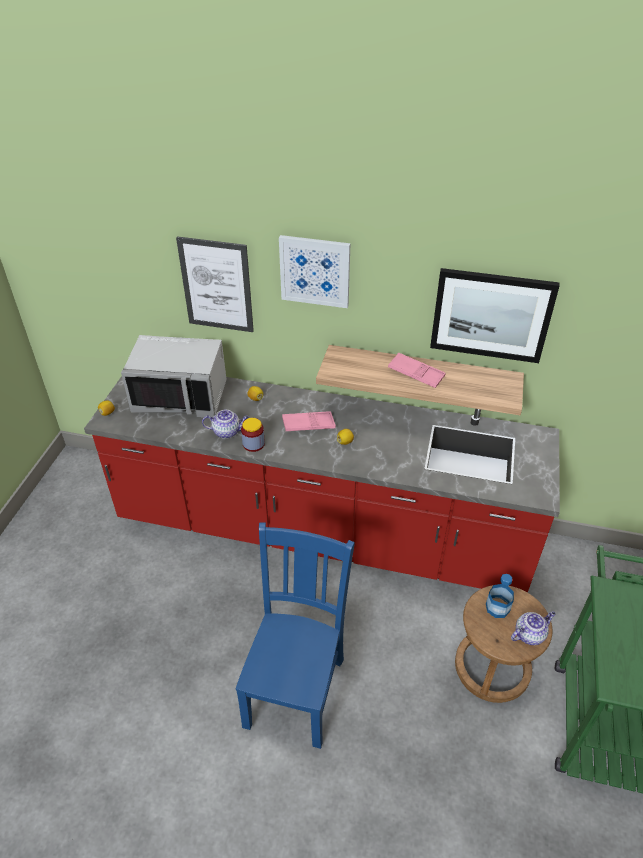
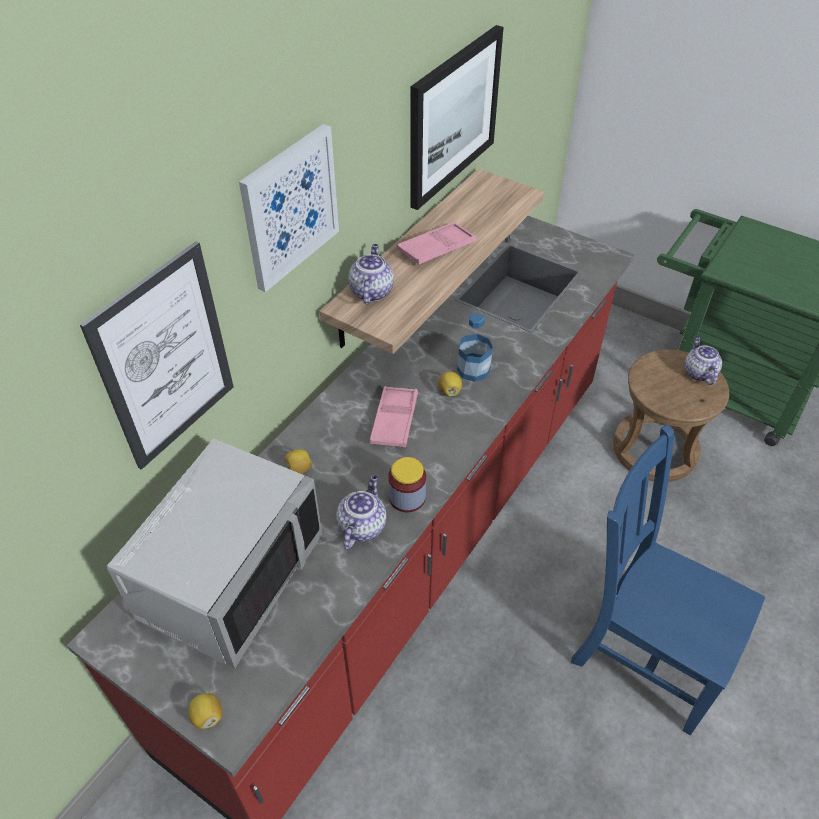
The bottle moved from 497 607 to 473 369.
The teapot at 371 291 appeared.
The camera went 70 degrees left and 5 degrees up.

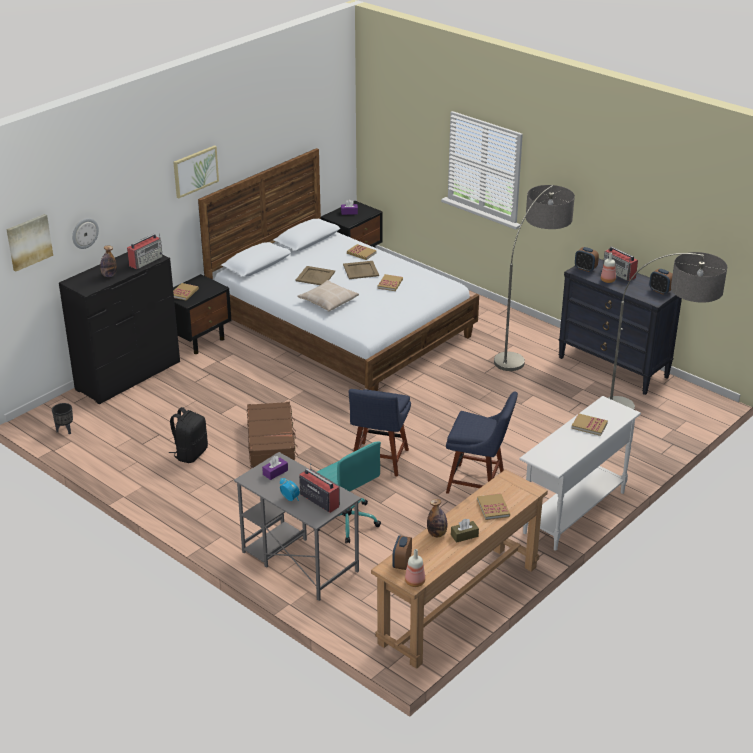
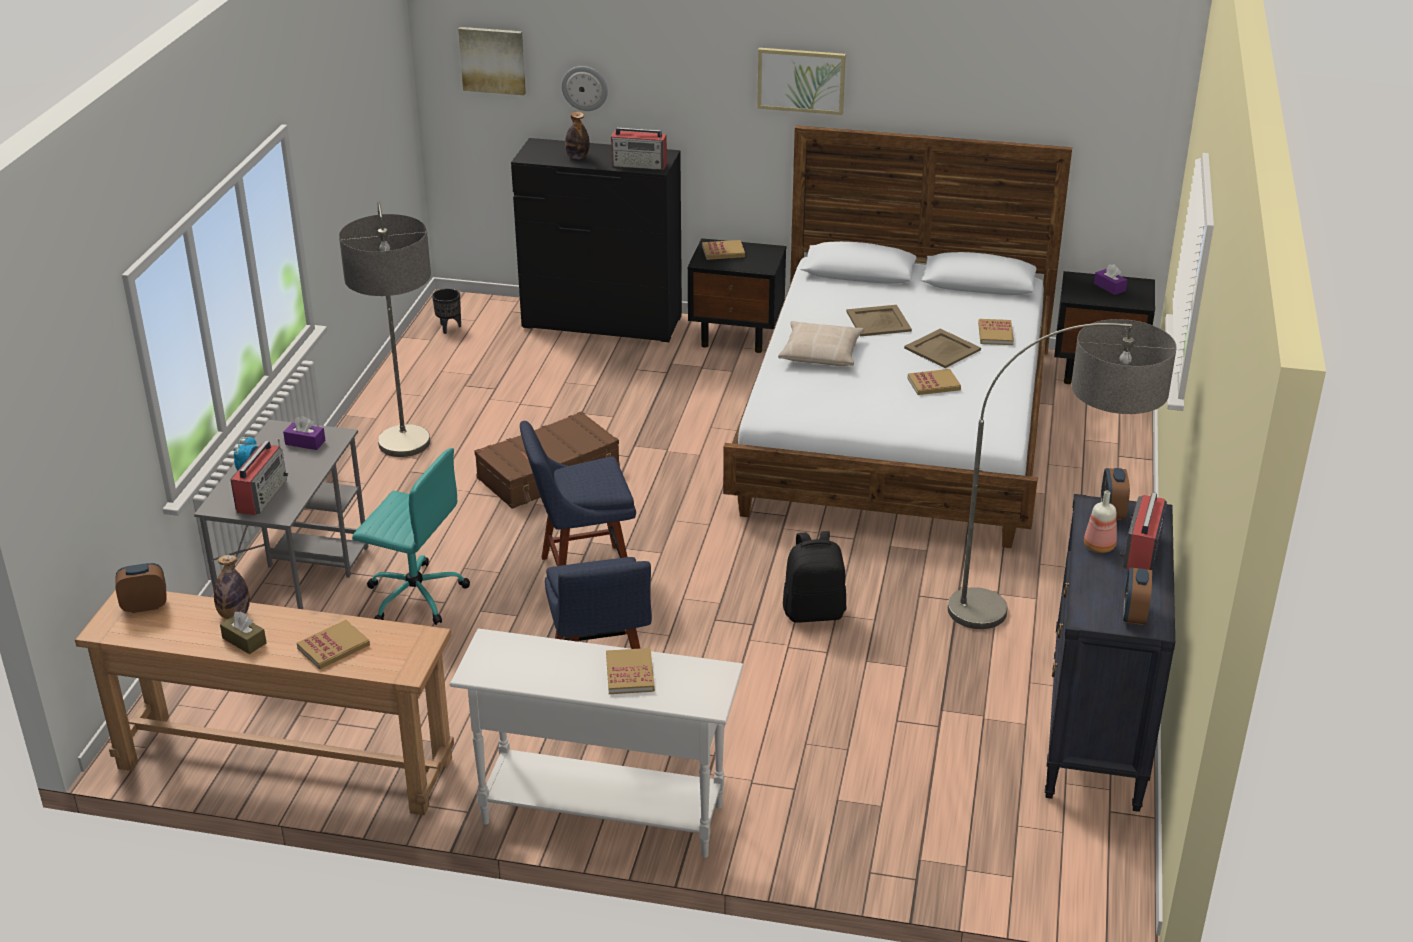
The floor lamp moved from 657 415 to 409 476.
The black backpack moved from 190 454 to 814 612.
The turquoise office chair at 346 521 turned 90 degrees counterclockwise.
The bottle at 415 582 disappeared.
The camera went 60 degrees right and 0 degrees up.

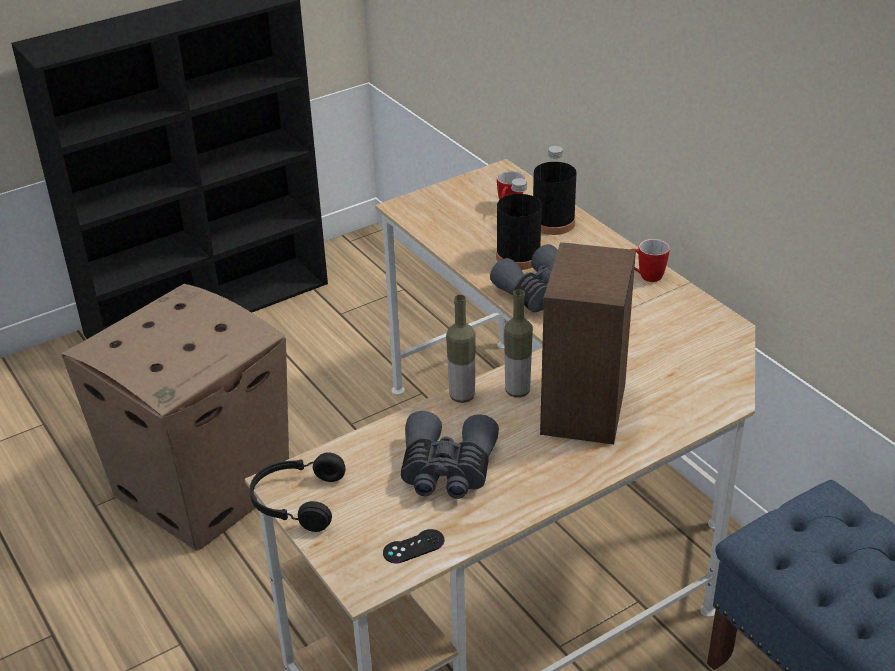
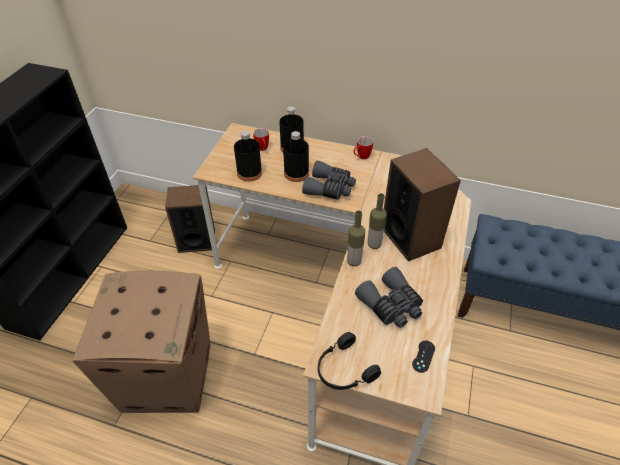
The black bottle at 249 173 appeared.
The speaker at 196 241 appeared.
The camera went 40 degrees left and 10 degrees up.

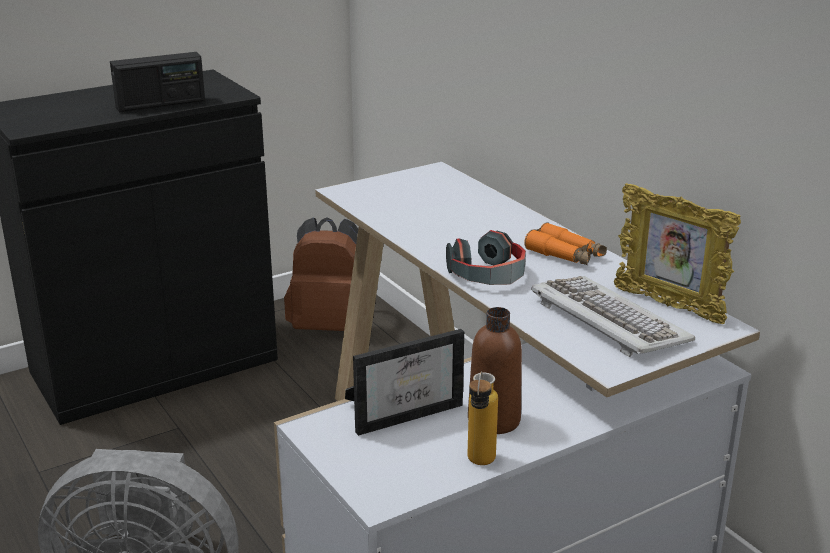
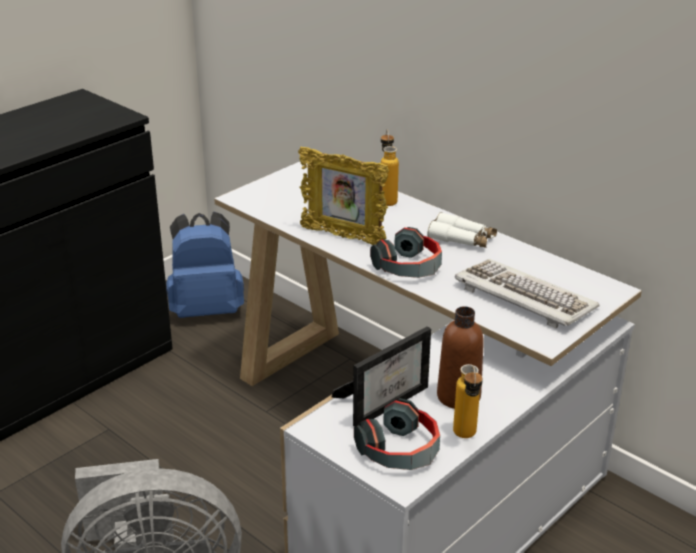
The radio at 161 104 disappeared.
The picture frame moved from 668 306 to 343 237.
The brown backpack at 330 326 became the blue backpack at 207 309.
The orange binoculars at 565 255 became the white binoculars at 462 239.
The bottle at 387 199 appeared.
The headphones at 400 451 appeared.
The camera went 15 degrees left and 5 degrees up.

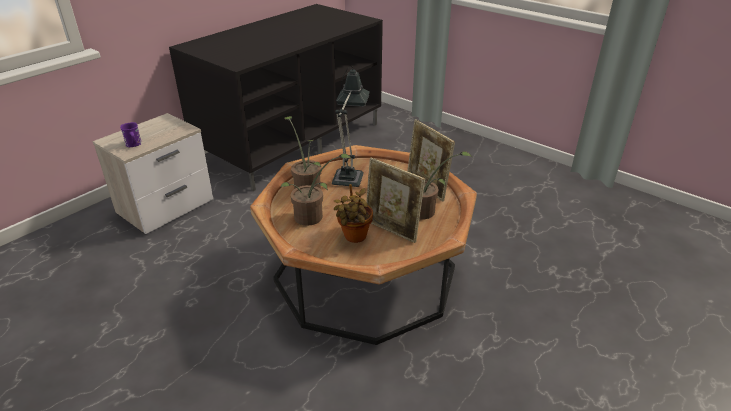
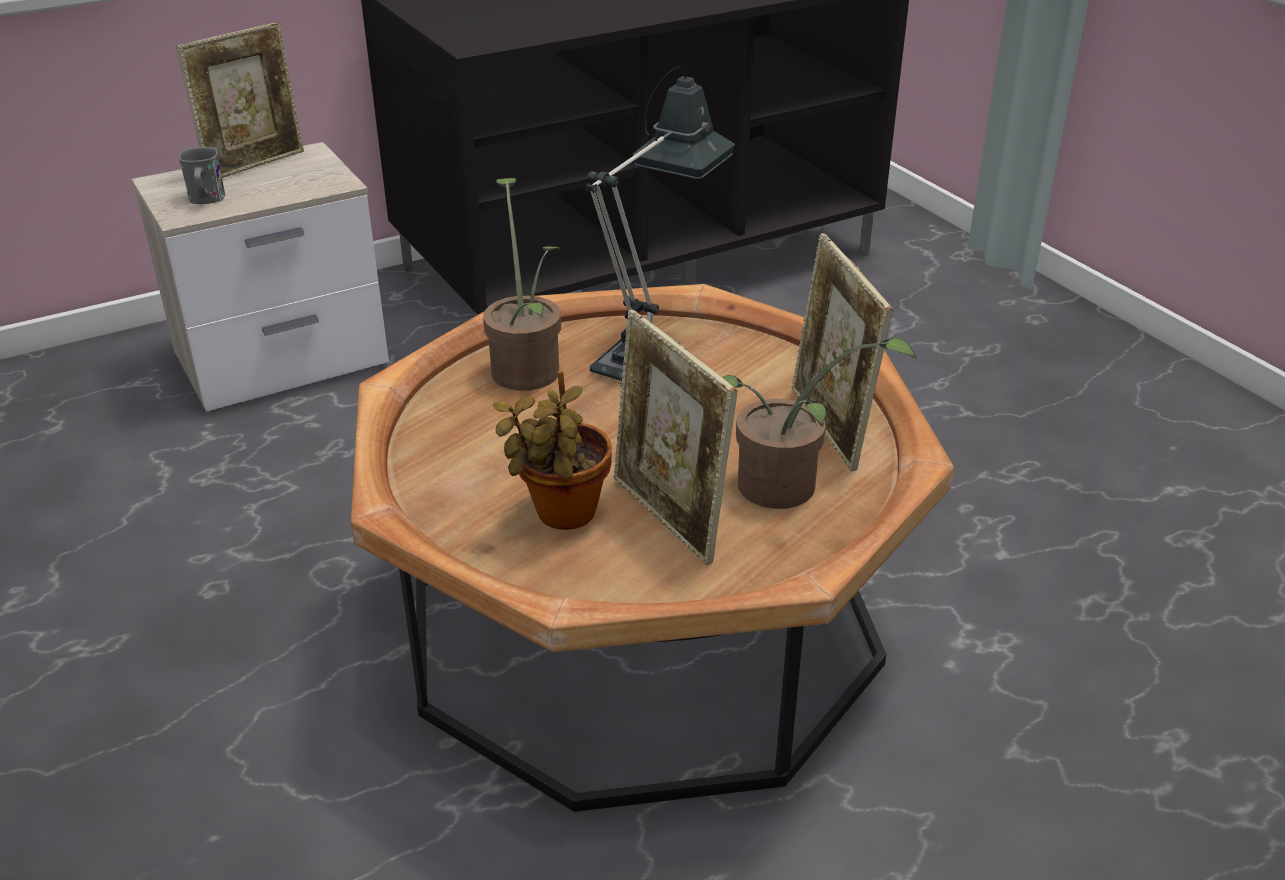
The purple mug at 134 145 became the grey mug at 206 200.
The potted plant at 313 217 disappeared.
The picture frame at 255 165 appeared.
The camera went 20 degrees right and 0 degrees up.

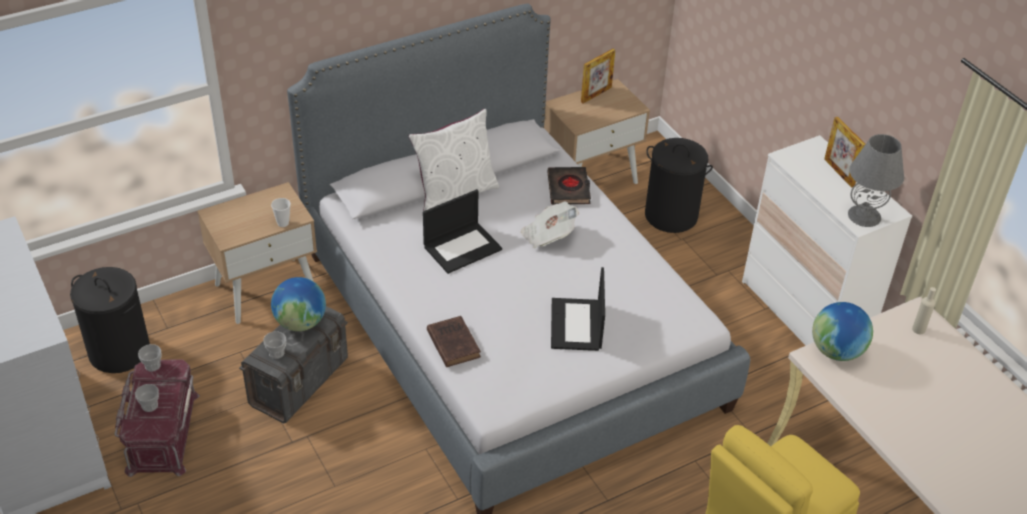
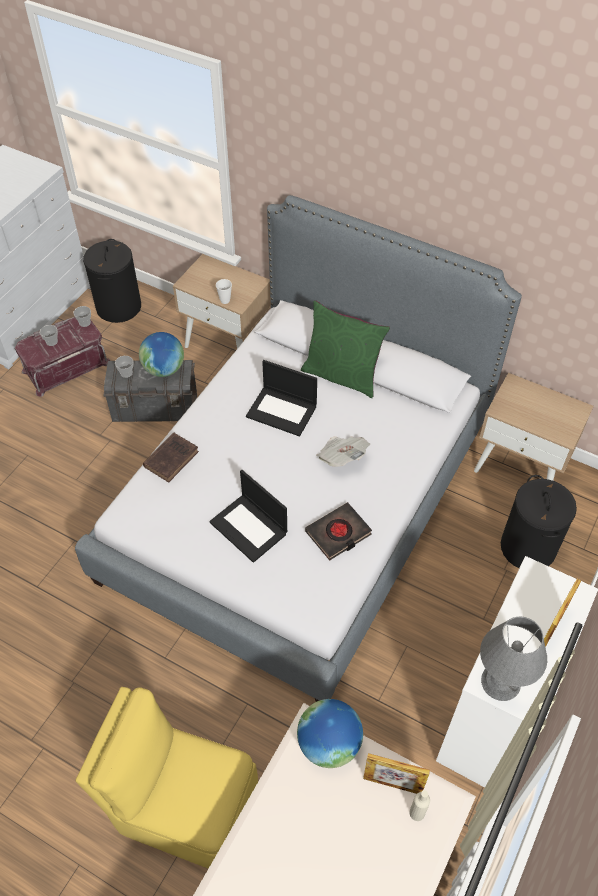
The picture frame moved from 596 94 to 392 784.
The white pillow at 455 193 became the green pillow at 342 375.
The black book moved from 569 189 to 338 533.
The laptop at 577 325 turned 105 degrees counterclockwise.
The camera went 60 degrees right and 10 degrees up.

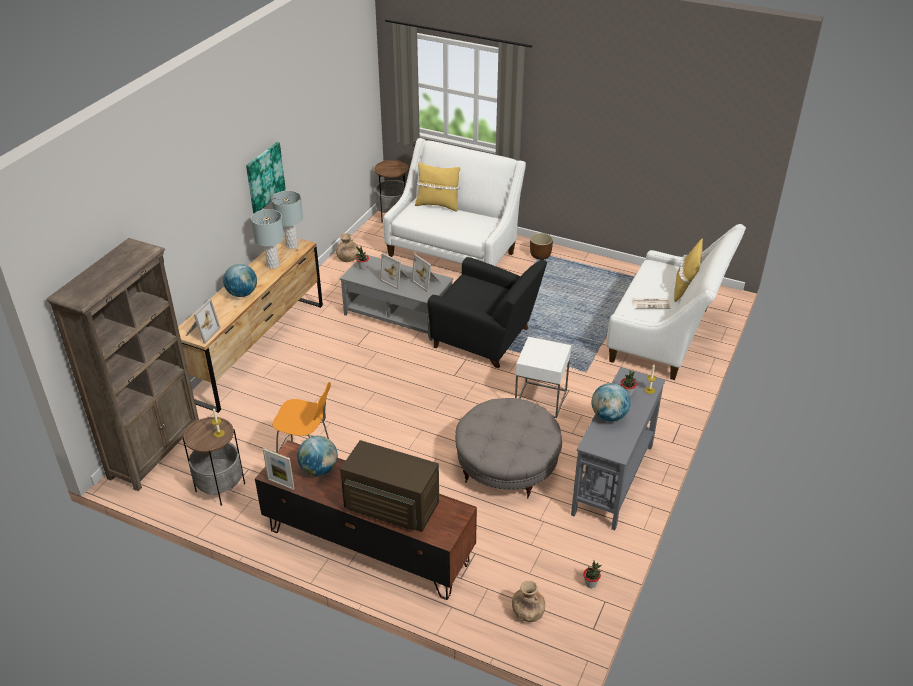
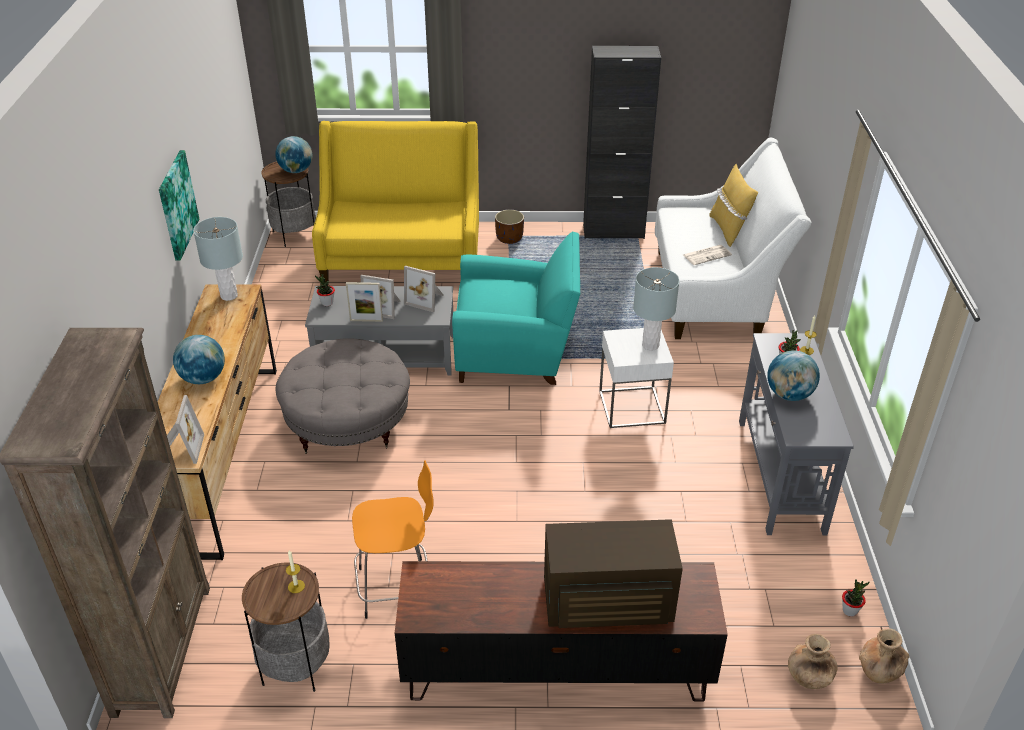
The white sofa at 454 251 became the yellow sofa at 402 259.
The yellow pillow at 438 205 disappeared.
The grey table lamp moved from 272 265 to 650 345.
The brown vase moved from 348 259 to 878 671.
The black armchair at 486 339 became the turquoise armchair at 517 354.
The grey ottoman moved from 506 467 to 347 422.
The globe moved from 319 469 to 296 171.
The picture frame moved from 281 484 to 366 320.
The black cabinet at 613 231 appeared.
The camera went 25 degrees left and 0 degrees up.

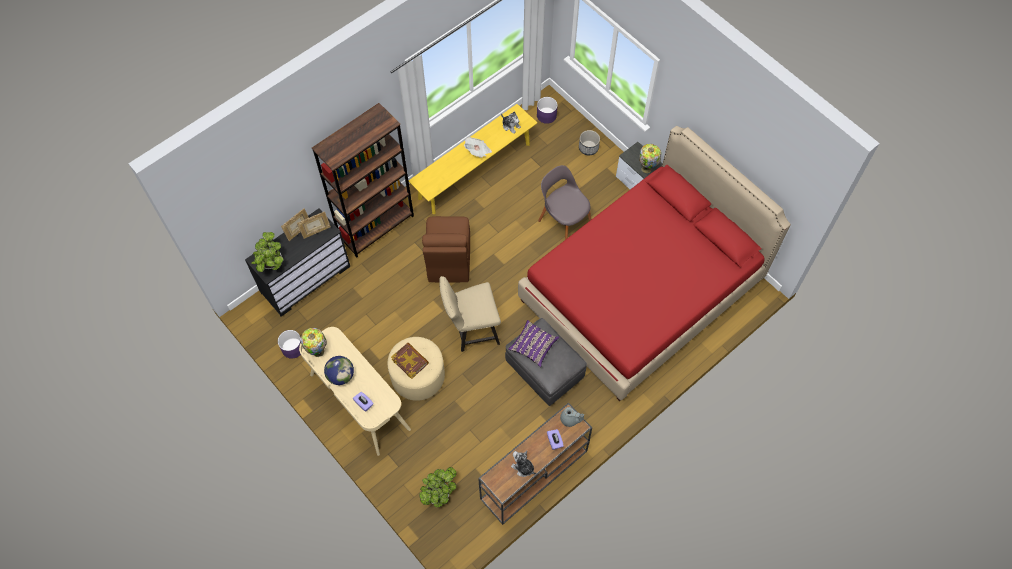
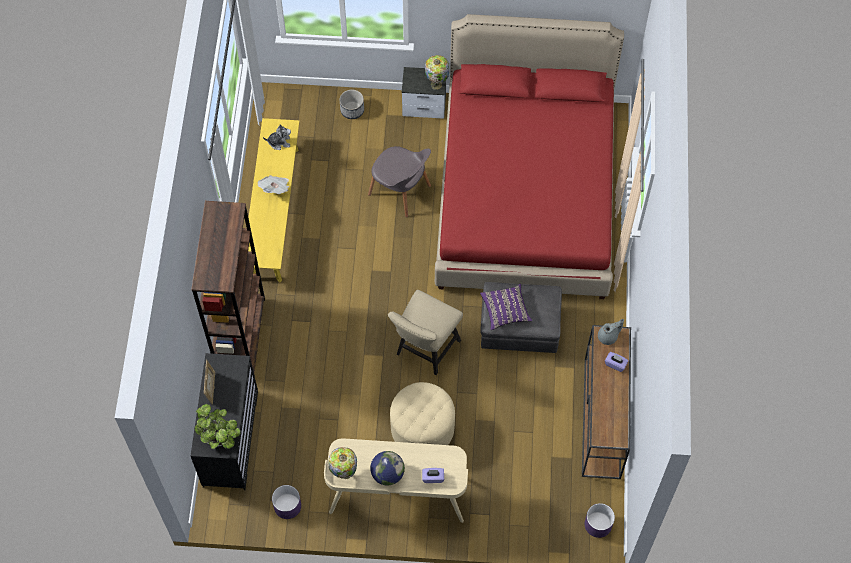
The purple planter moved from 546 115 to 598 524.
The grey chair at 564 221 turned 150 degrees counterclockwise.
The picture frame at 316 231 disappeared.
The brown chair at 448 261 disappeared.
The book at 410 361 disappeared.
The plush toy at 523 467 disappeared.
The potted plant at 439 493 disappeared.
The camera went 45 degrees left and 0 degrees up.

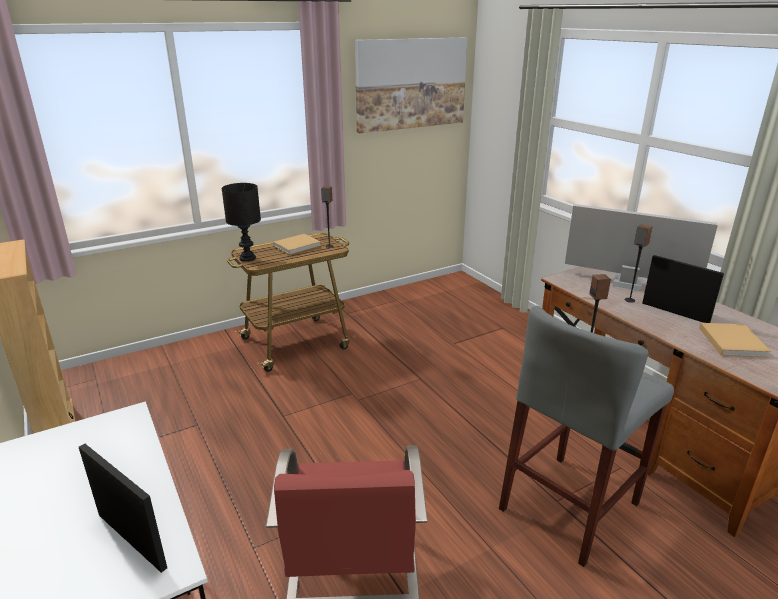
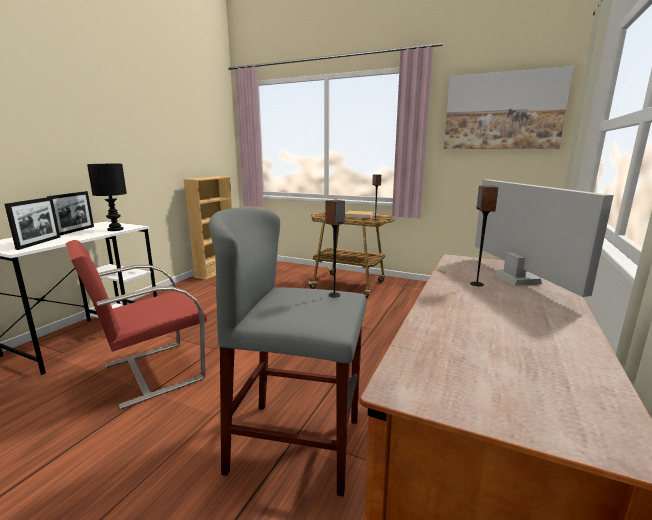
The black table lamp moved from 248 258 to 116 229.
The picture frame moved from 675 312 to 75 231.
The beige book at 731 341 disappeared.
The camera went 55 degrees right and 10 degrees down.

